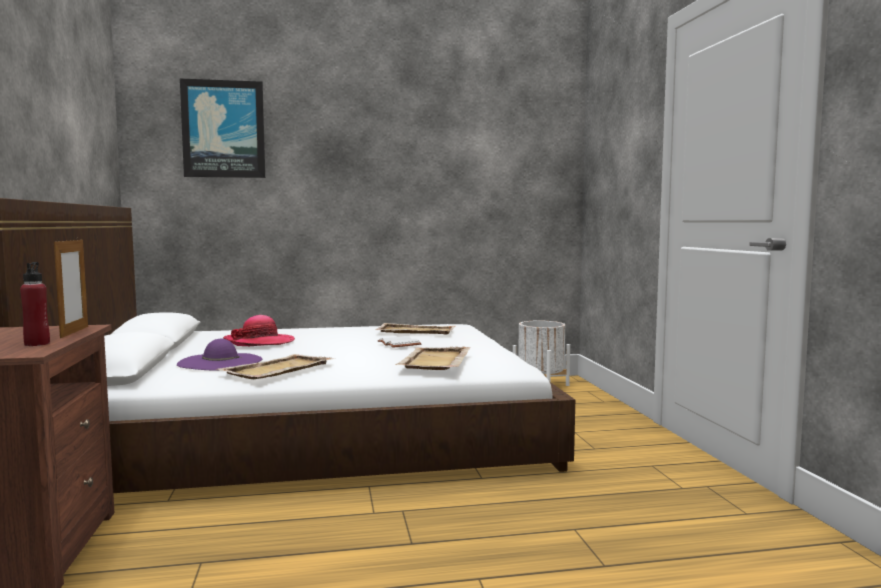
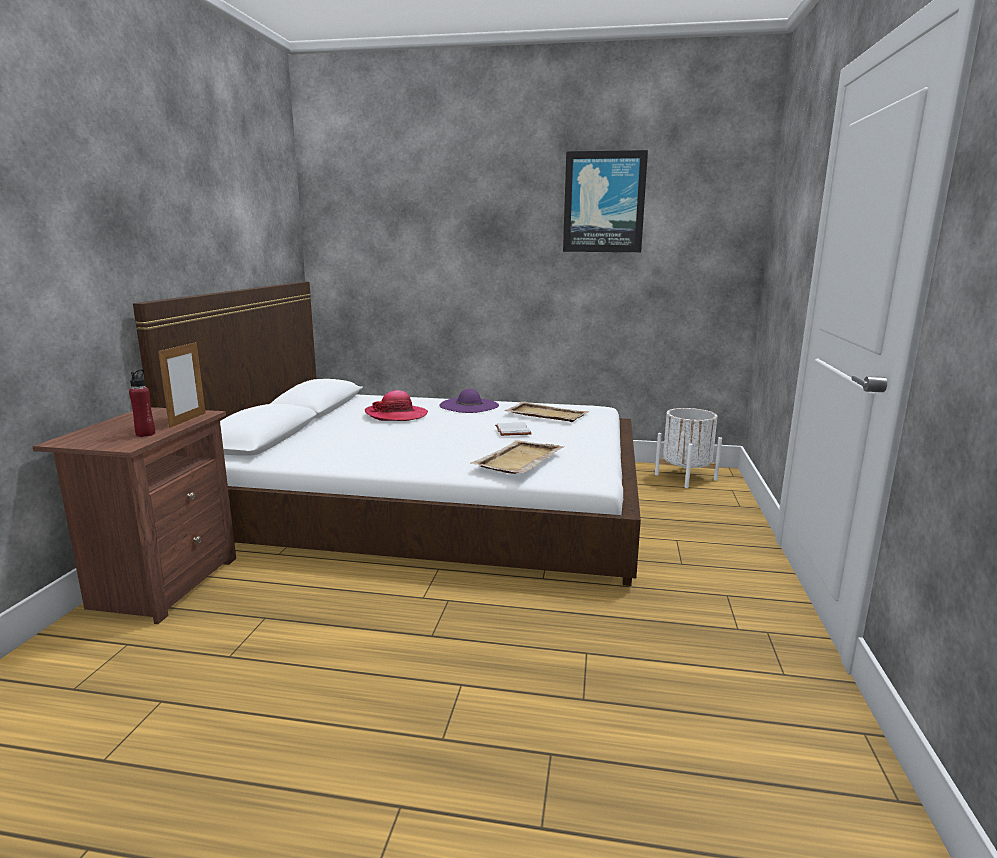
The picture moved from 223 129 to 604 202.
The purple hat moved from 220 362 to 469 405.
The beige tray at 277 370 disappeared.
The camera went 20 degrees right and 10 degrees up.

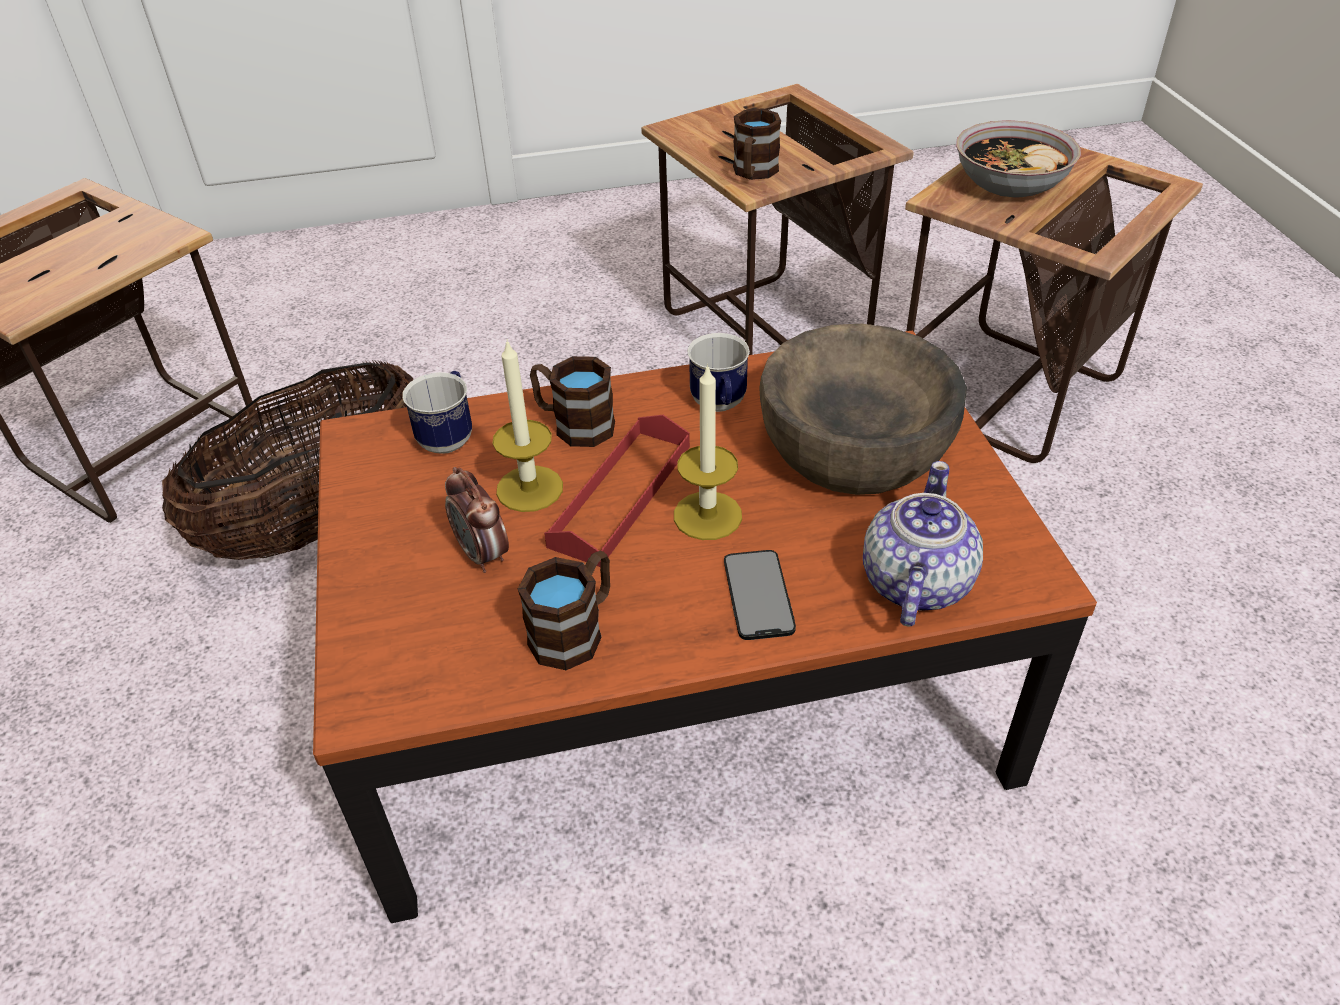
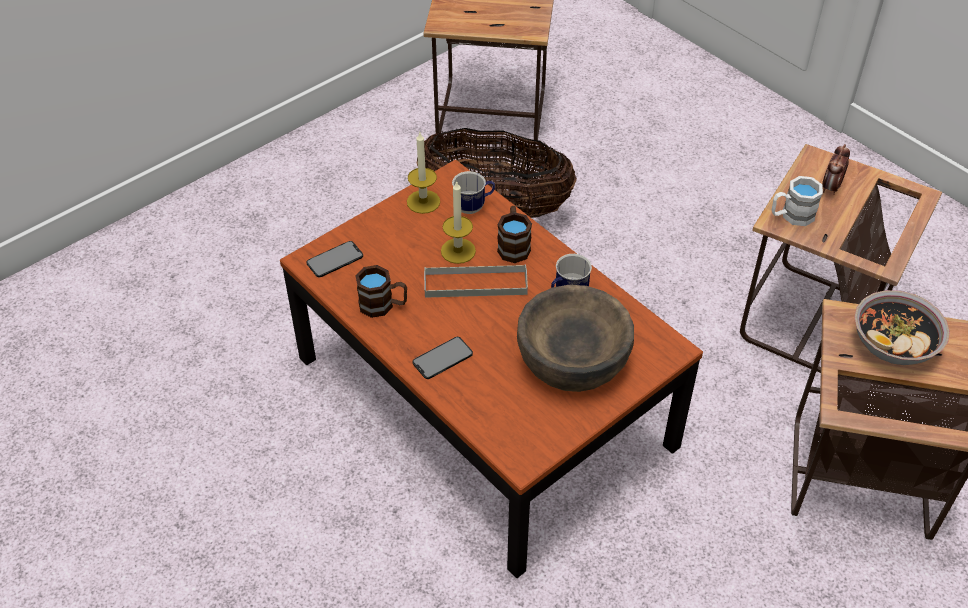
The brown mug at 753 173 became the white mug at 791 216.
The candle moved from 707 515 to 423 201.
The red tray at 621 495 became the grey tray at 475 284.
The teapot at 914 583 disappeared.
The alarm clock moved from 483 555 to 831 187.
The phone at 335 259 appeared.
The camera went 60 degrees right and 5 degrees up.

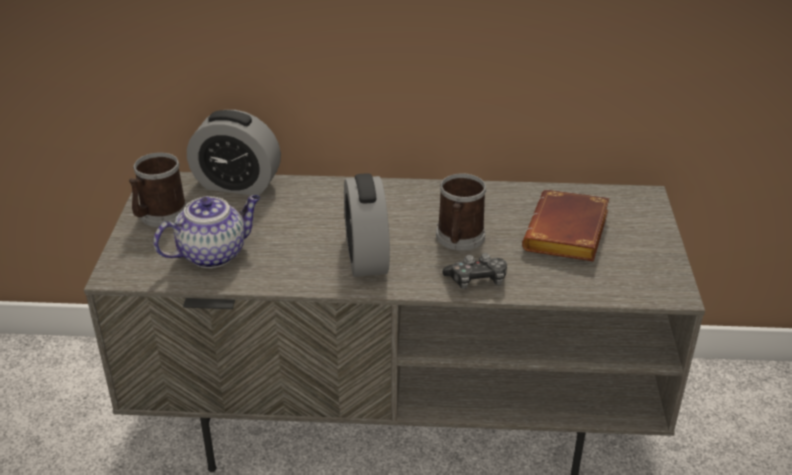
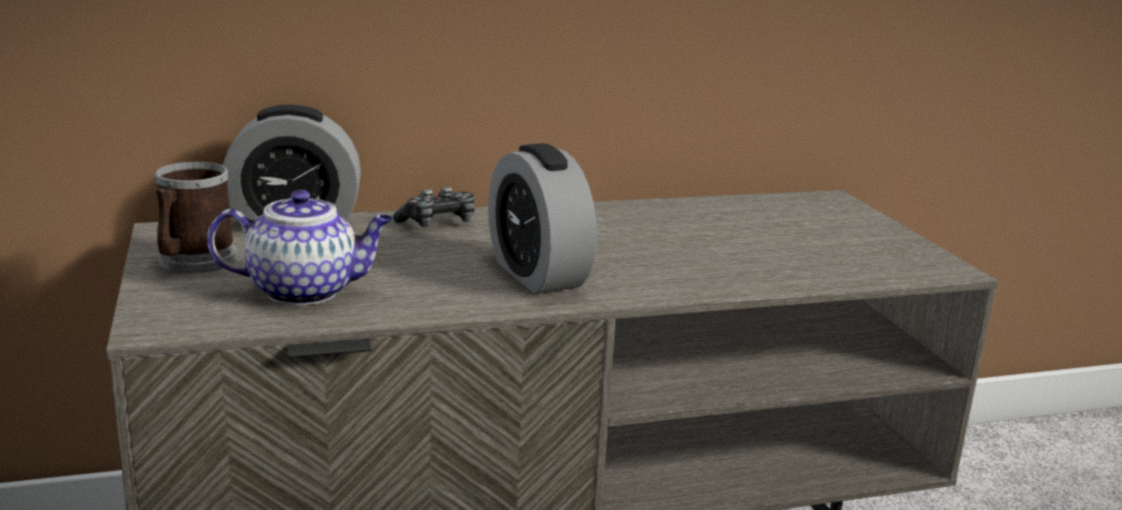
The mug at 459 239 disappeared.
The brown book at 568 235 disappeared.
The teapot at 213 253 turned 45 degrees clockwise.
The game controller moved from 477 280 to 438 223.
The camera went 20 degrees left and 15 degrees down.

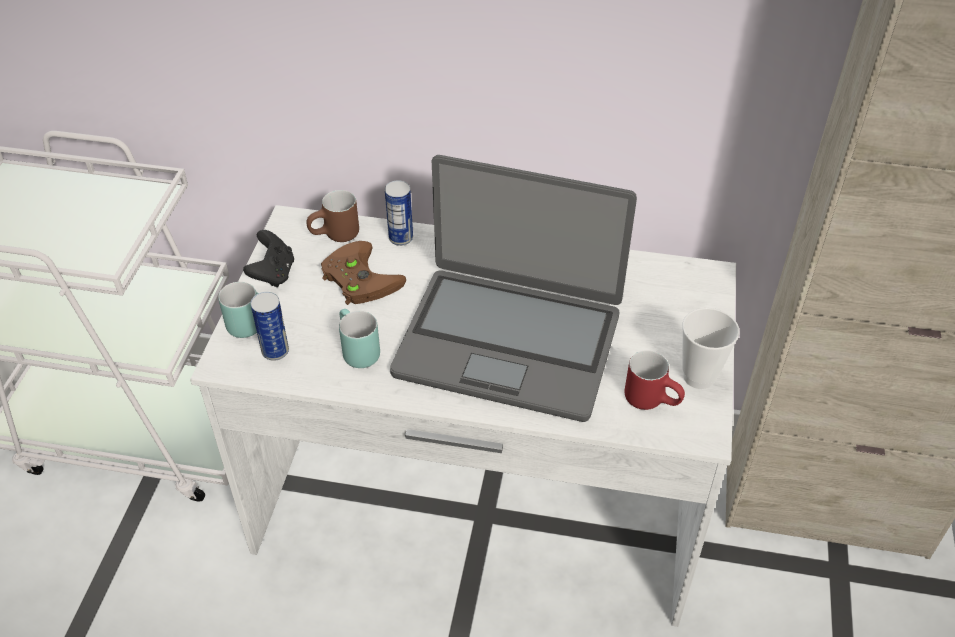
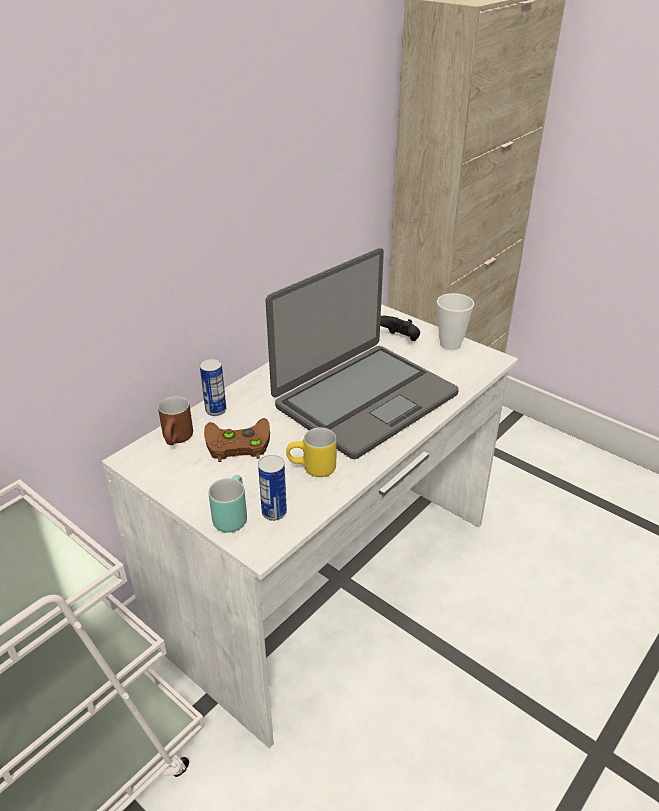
The black game controller moved from 273 274 to 400 340.
The turquoise mug at 355 351 became the yellow mug at 312 470.
The red mug at 653 399 disappeared.
The camera went 60 degrees left and 10 degrees down.

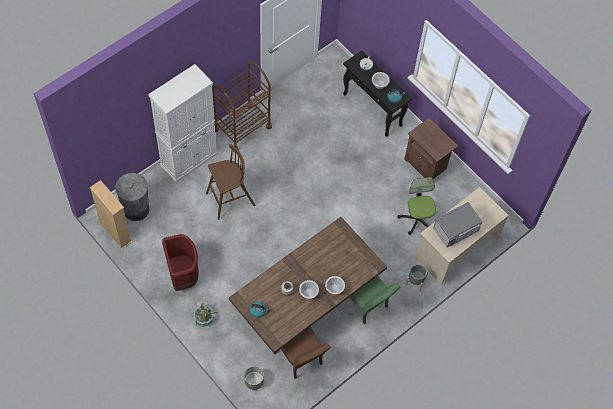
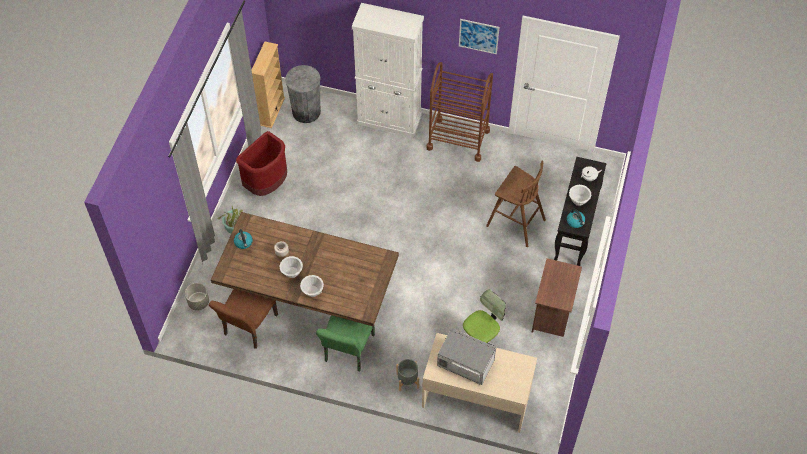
The brown stool moved from 229 200 to 514 222.
The picture at 478 36 appeared.
The camera went 60 degrees right and 5 degrees down.

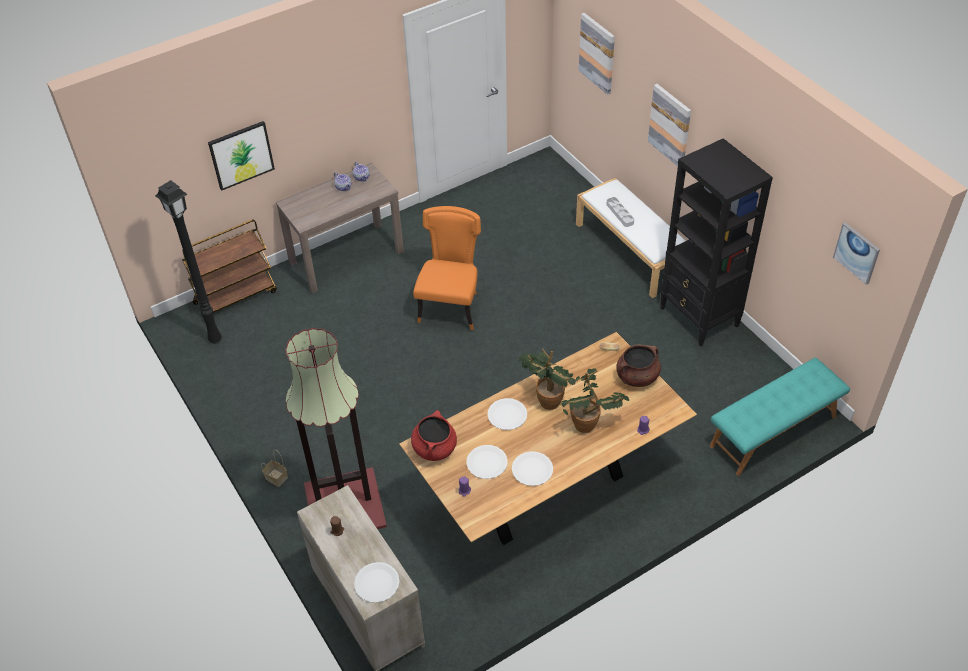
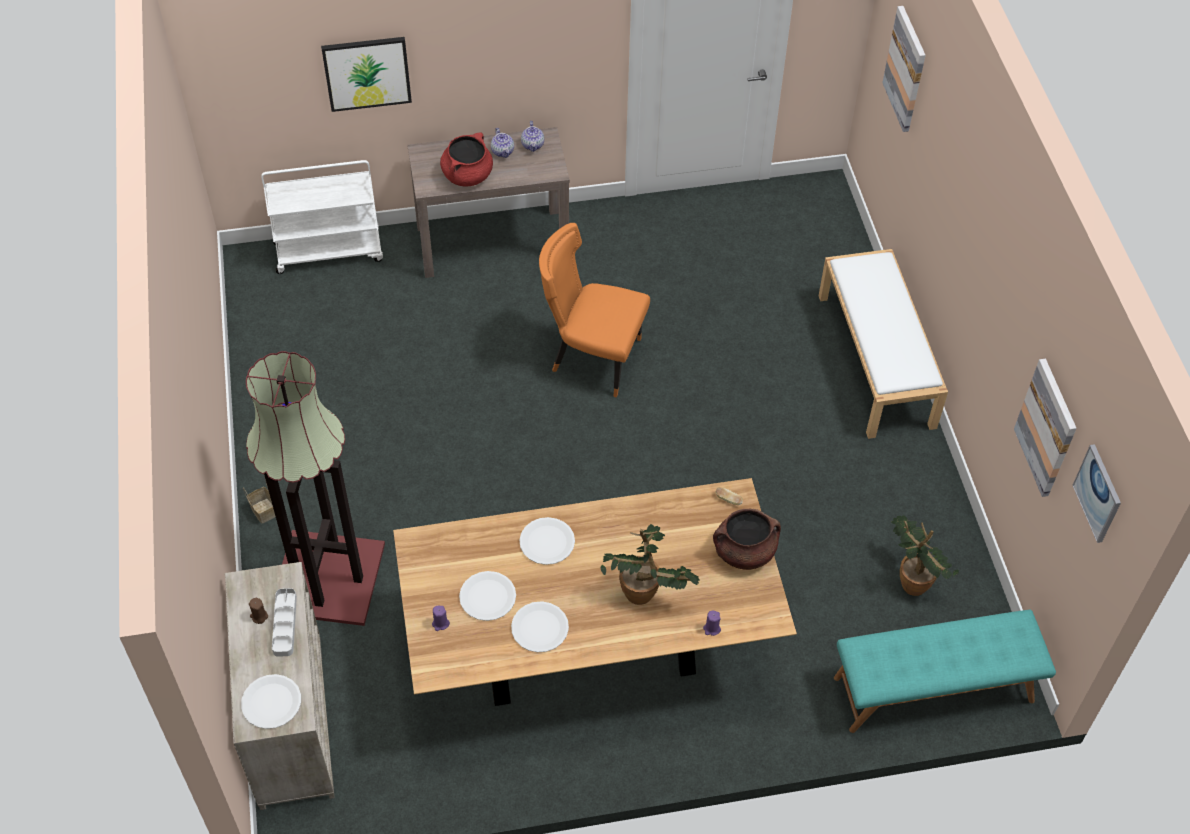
The picture moved from 670 125 to 1047 428.
The black bookcase at 699 317 disappeared.
The black floor lamp at 216 339 disappeared.
The grey tray moved from 620 213 to 285 624.
The orange chair at 451 306 turned 105 degrees counterclockwise.
The brown cart at 236 297 became the white cart at 329 251.
The potted plant moved from 546 398 to 912 579.
The red cooking pot moved from 434 448 to 467 175.
The camera went 20 degrees right and 5 degrees up.

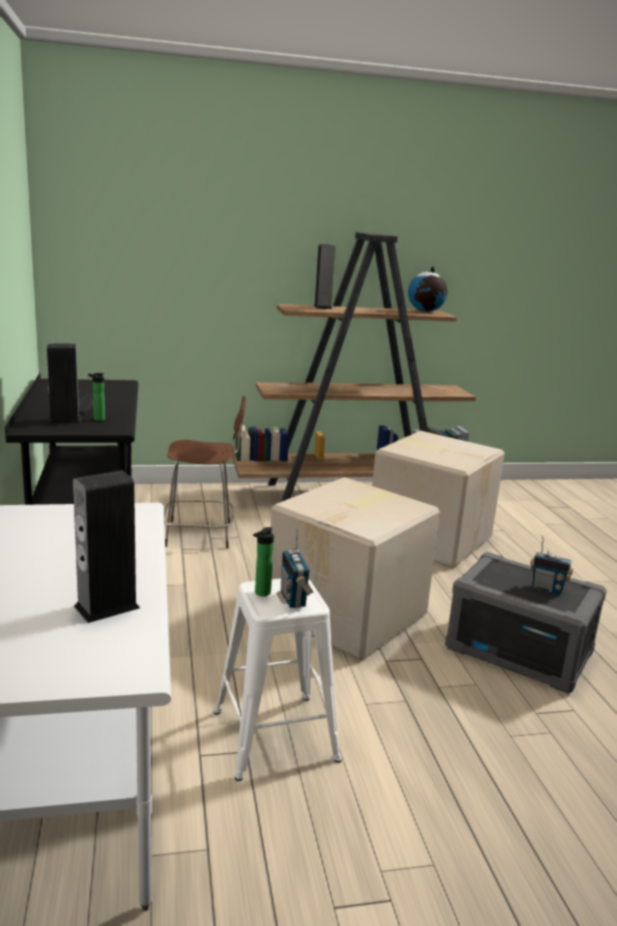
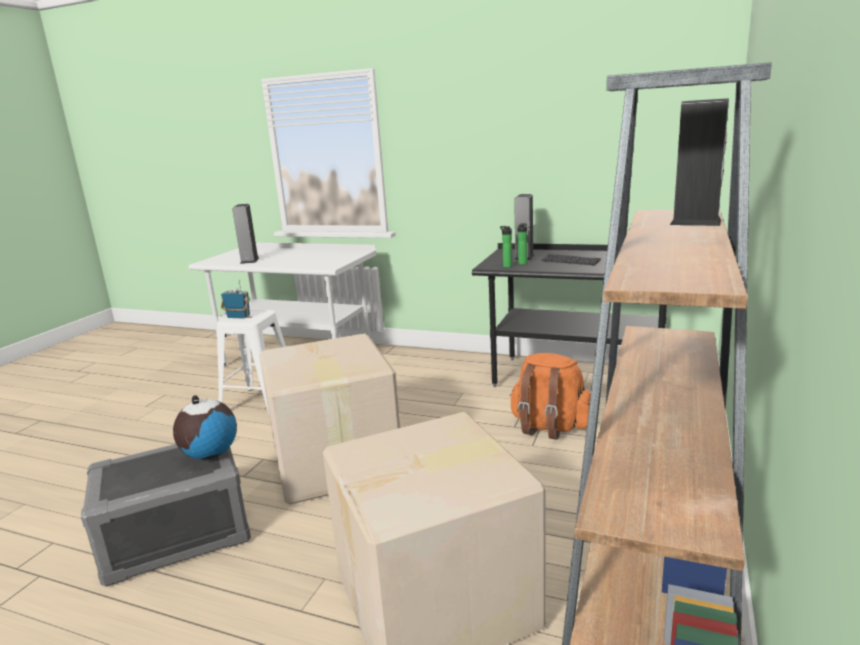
The globe moved from 425 311 to 210 454.
The brown chair at 202 534 was replaced by the orange backpack at 549 427.
The bottle moved from 261 593 to 506 266.
The radio at 547 589 disappeared.
The camera went 125 degrees right and 0 degrees up.

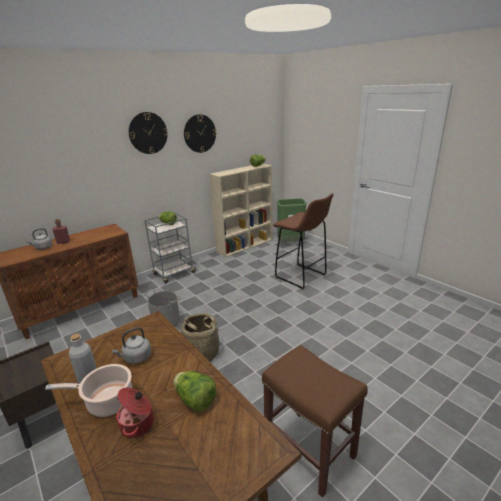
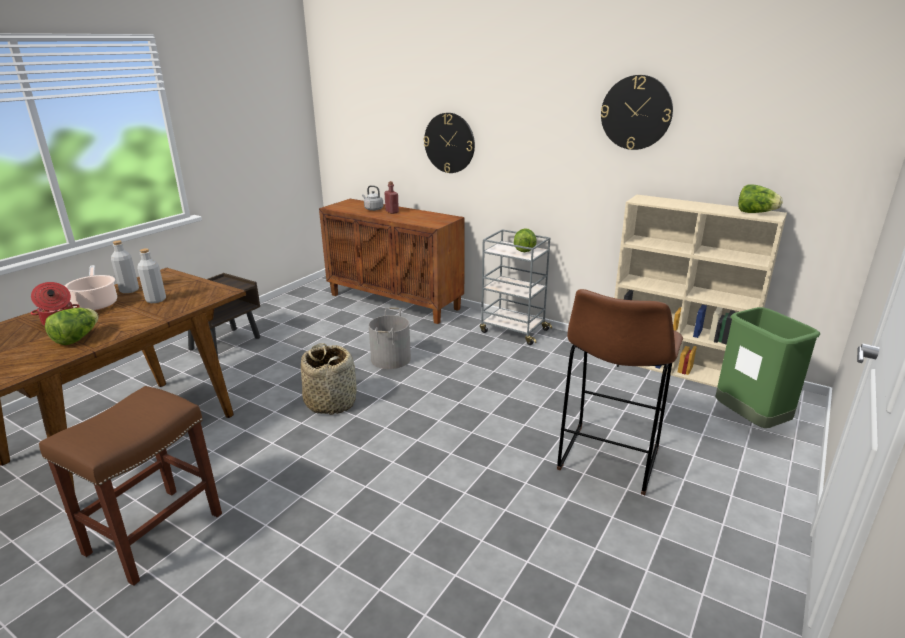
The wall clock moved from 148 133 to 449 143.
The grey kettle at 136 358 was replaced by the grey bottle at 156 300.
The camera went 70 degrees right and 0 degrees up.

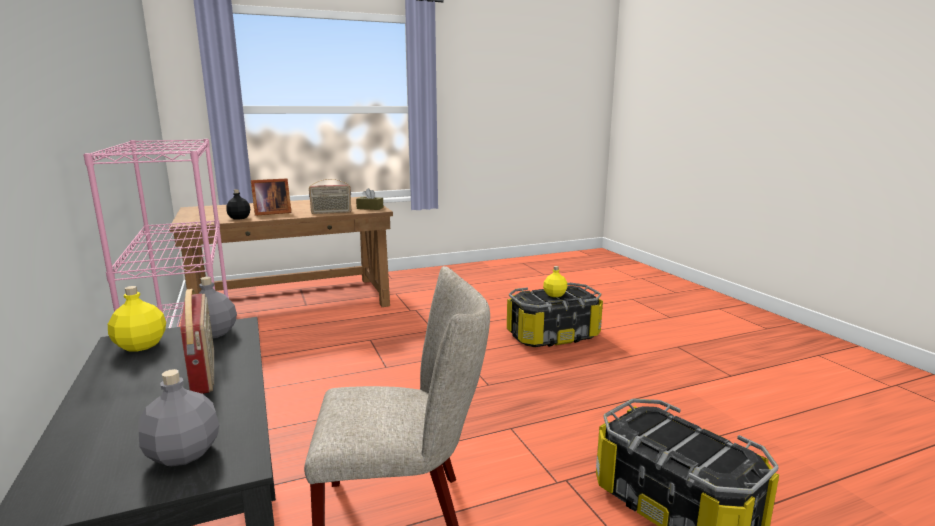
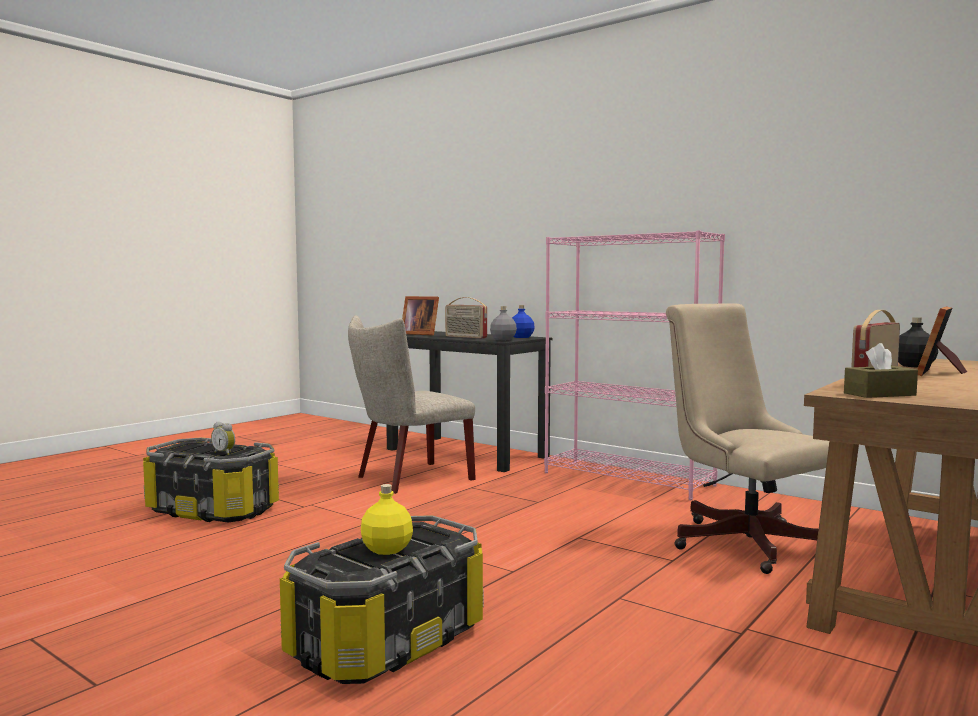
The yellow bottle at 140 345 became the blue bottle at 521 337.
The grey bottle at 182 453 was replaced by the picture frame at 420 334.
The beige office chair at 742 541 appeared.
The alarm clock at 225 453 appeared.
The camera went 150 degrees right and 10 degrees down.

